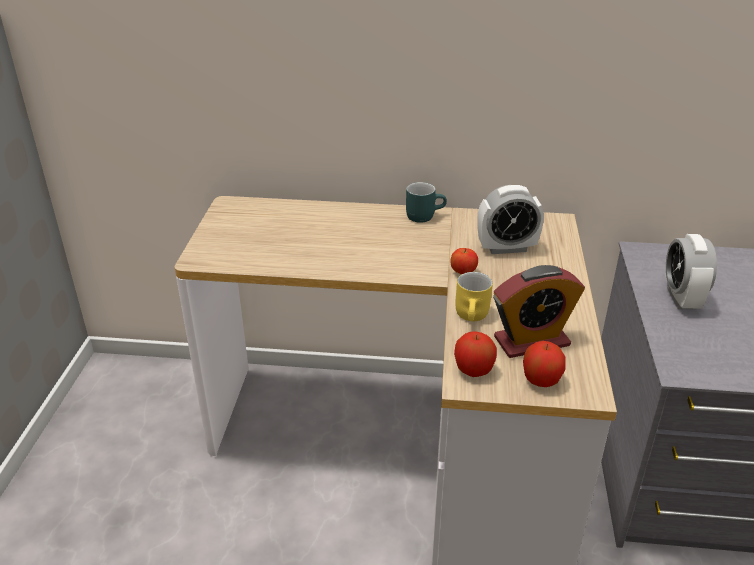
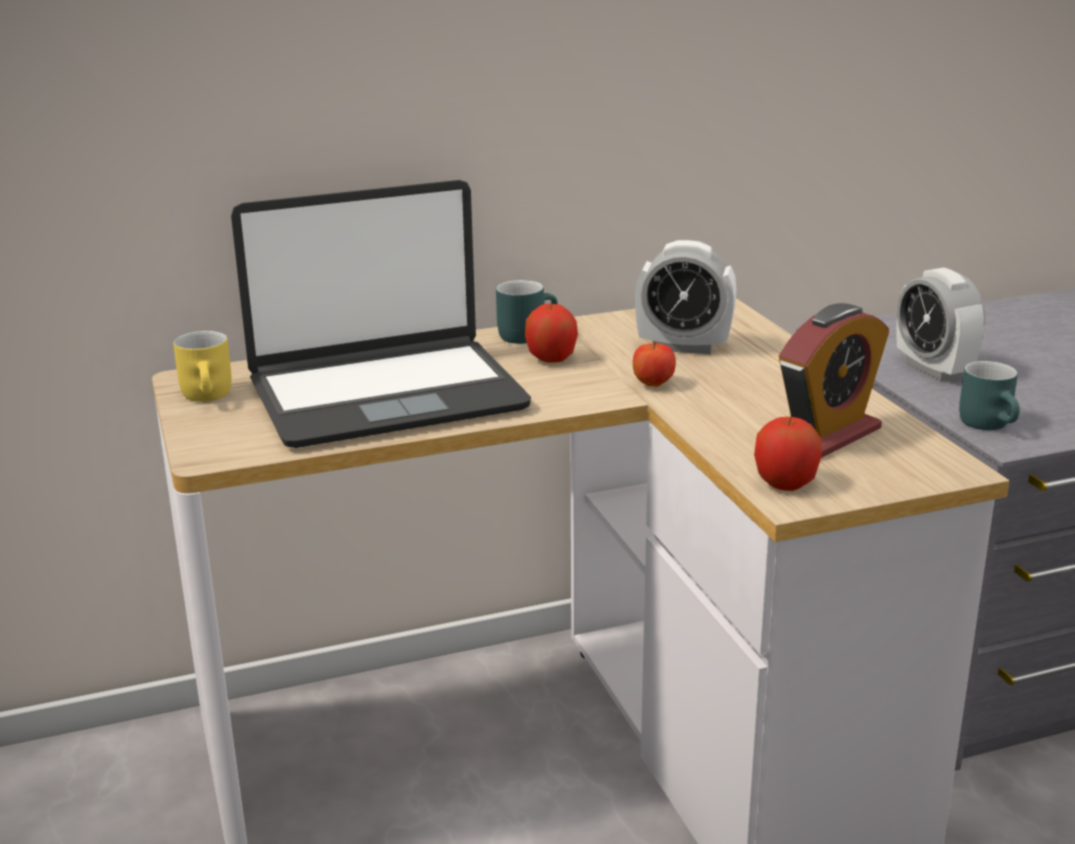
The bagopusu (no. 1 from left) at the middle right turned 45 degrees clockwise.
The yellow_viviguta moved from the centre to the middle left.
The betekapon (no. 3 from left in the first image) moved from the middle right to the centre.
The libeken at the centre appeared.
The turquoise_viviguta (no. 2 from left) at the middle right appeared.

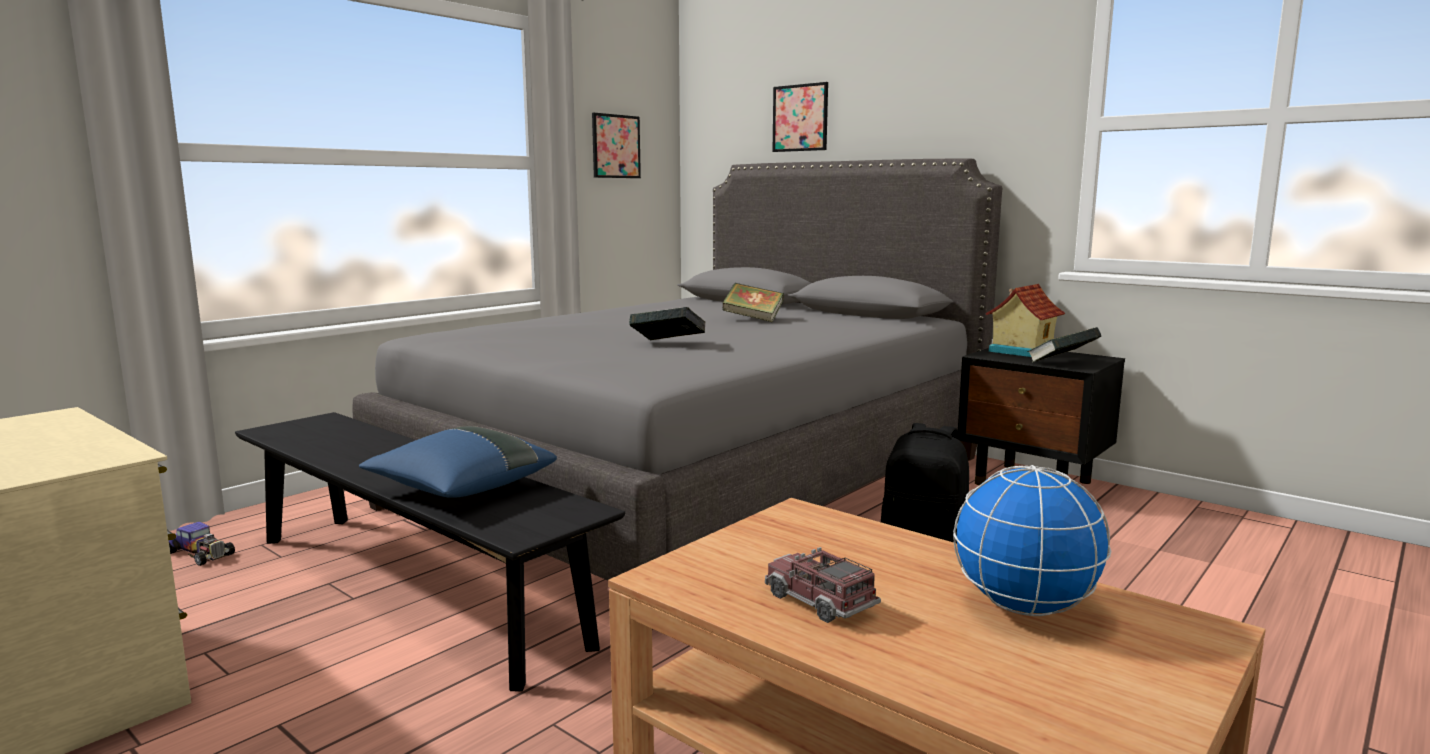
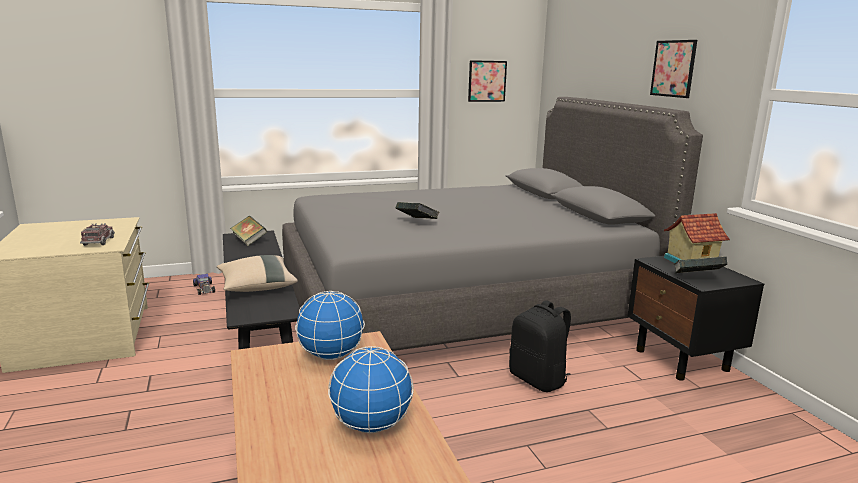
The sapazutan (no. 2 from left) moved from the top centre to the top right.
The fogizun (no. 2 from left in the first image) moved from the centre to the middle left.
The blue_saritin at the middle left became the beige_saritin at the middle left.
The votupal moved from the bottom centre to the middle left.
The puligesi (no. 1 from left) at the bottom centre appeared.

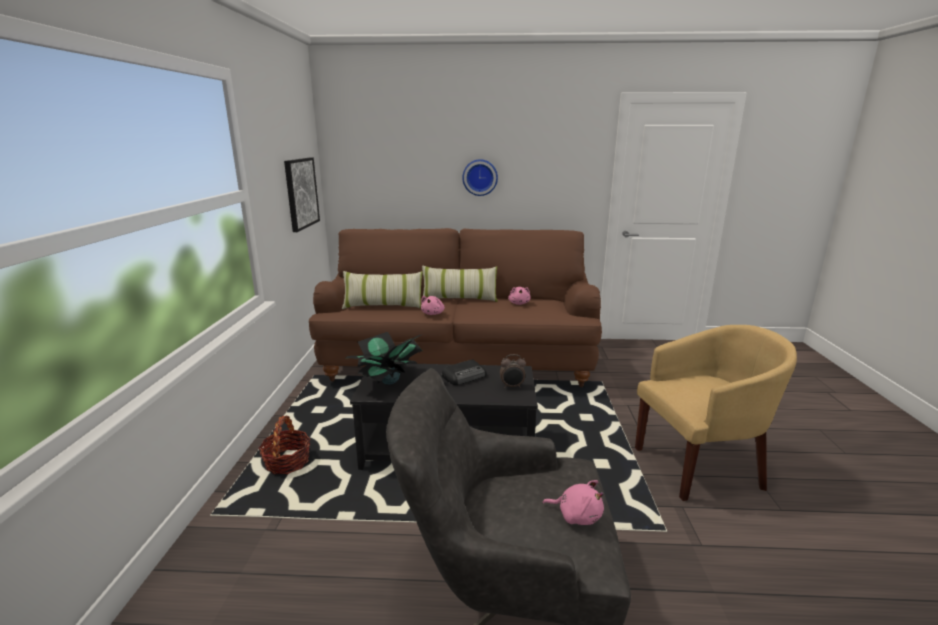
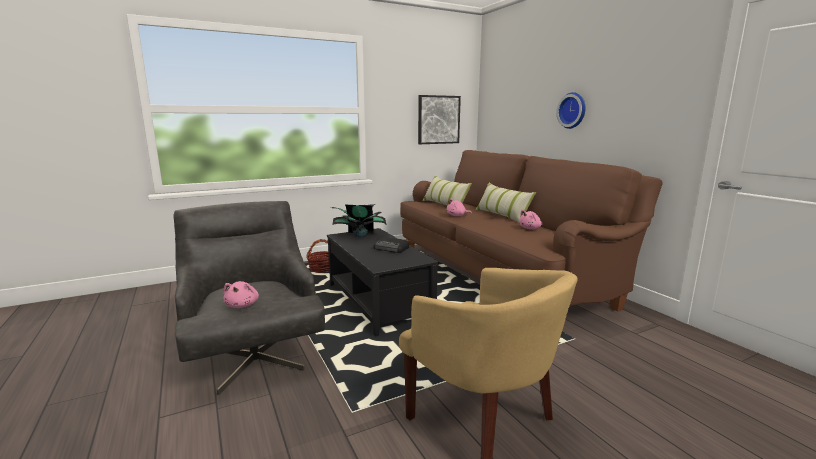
The bagopusu at the centre disappeared.

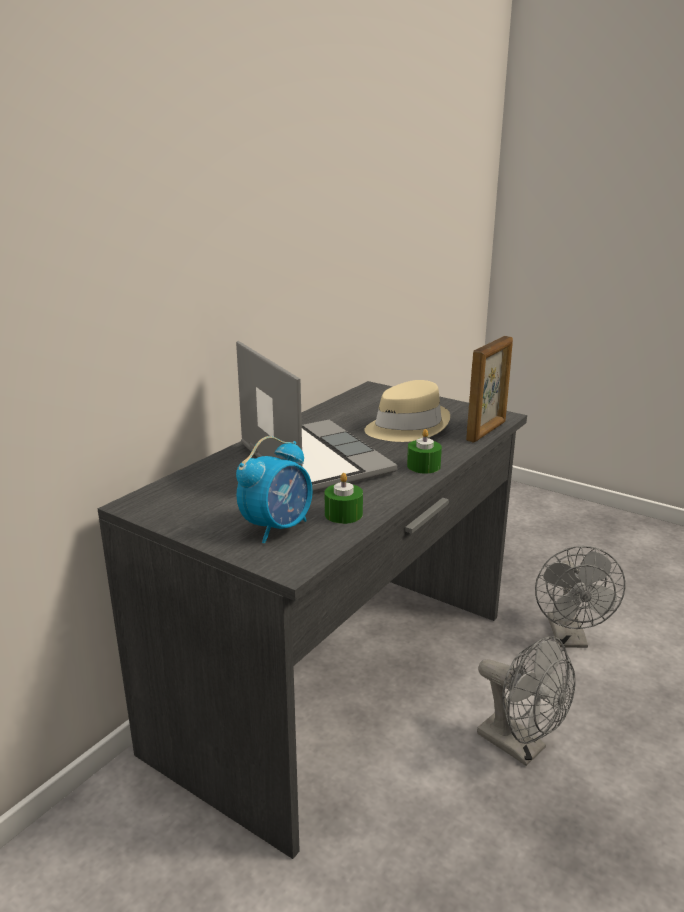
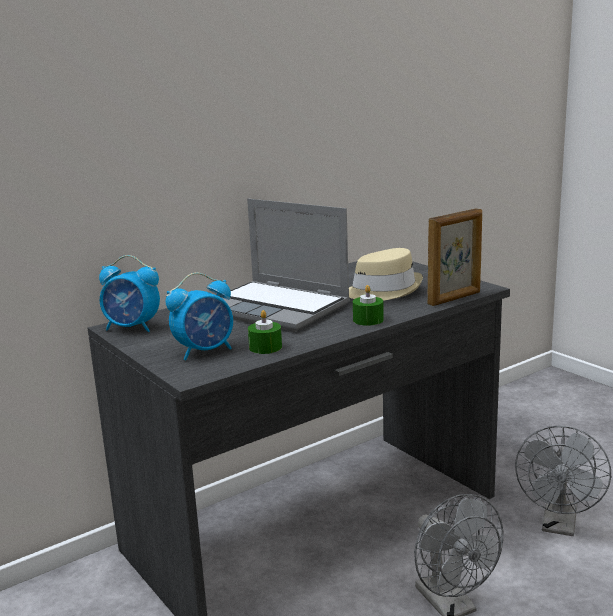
The libeken at the centre turned 135 degrees clockwise.
The bagopusu (no. 1 from left) at the middle left appeared.

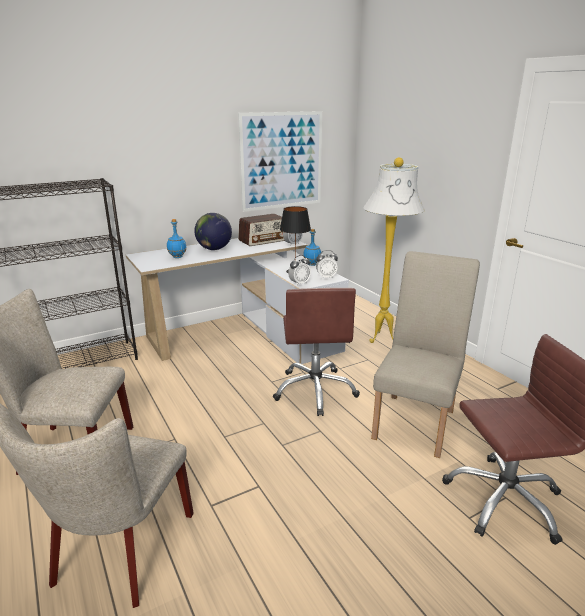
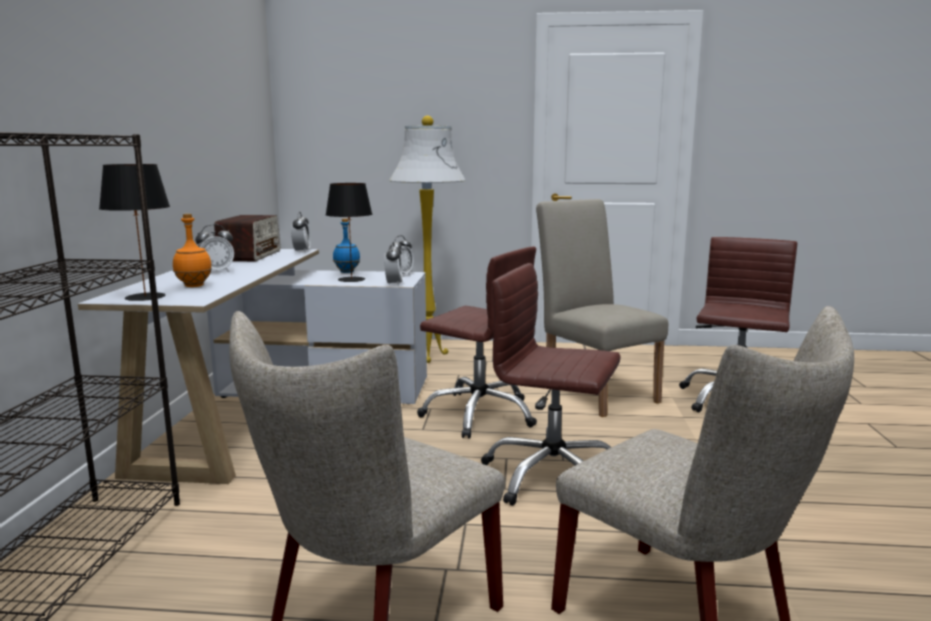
The sapazutan at the top centre disappeared.
The puligesi at the centre was replaced by the bagopusu (no. 1 from left) at the middle left.
The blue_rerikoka (no. 1 from left) at the middle left became the orange_rerikoka at the middle left.
The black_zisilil (no. 1 from left) at the middle left appeared.
The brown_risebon (no. 2 from left) at the centre appeared.

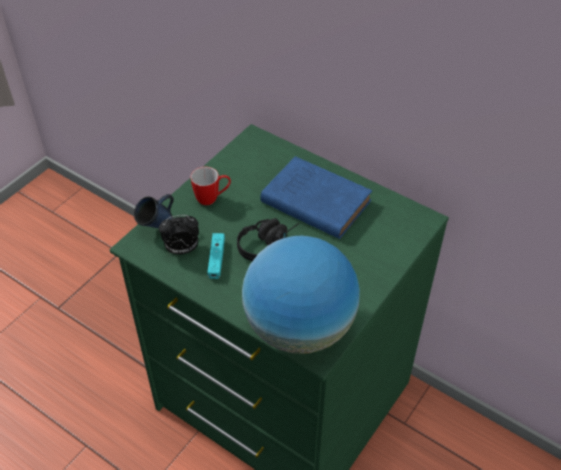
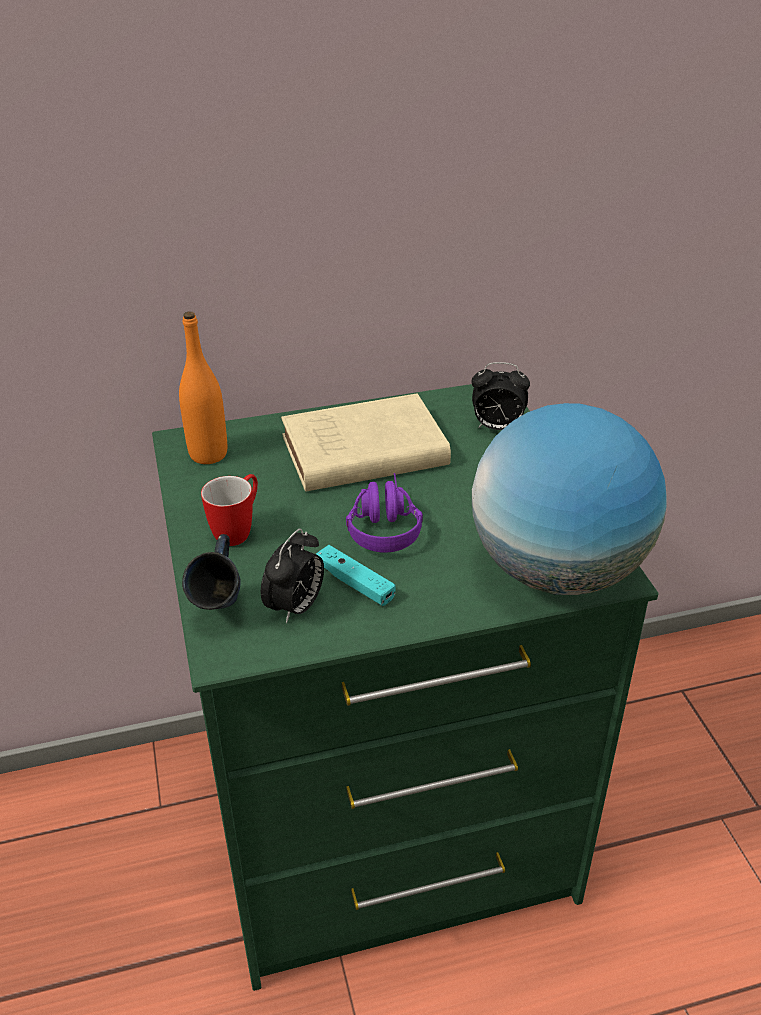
The blue_fogizun at the centre became the beige_fogizun at the centre.
The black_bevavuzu at the centre became the purple_bevavuzu at the centre.
The orange_rerikoka at the middle left appeared.
The bagopusu (no. 2 from left) at the centre appeared.

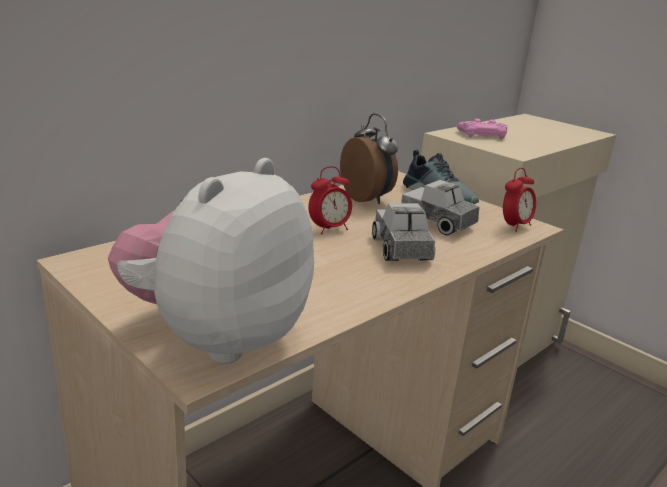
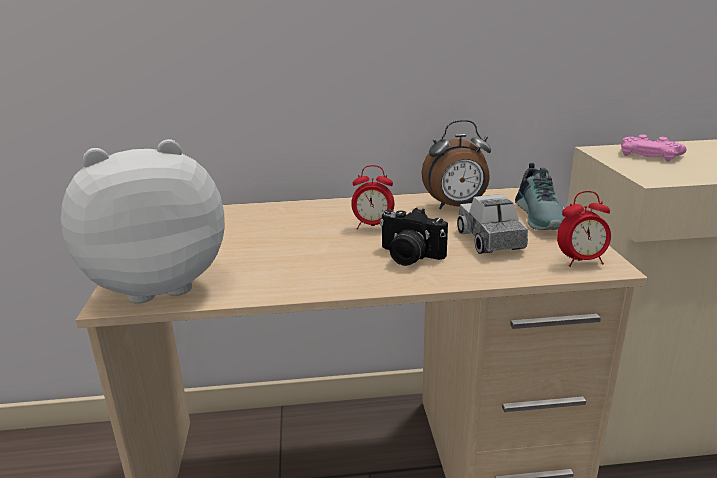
The bagopusu (no. 2 from left) at the top centre turned 75 degrees clockwise.
The votupal (no. 1 from left) at the centre was replaced by the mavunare at the centre.

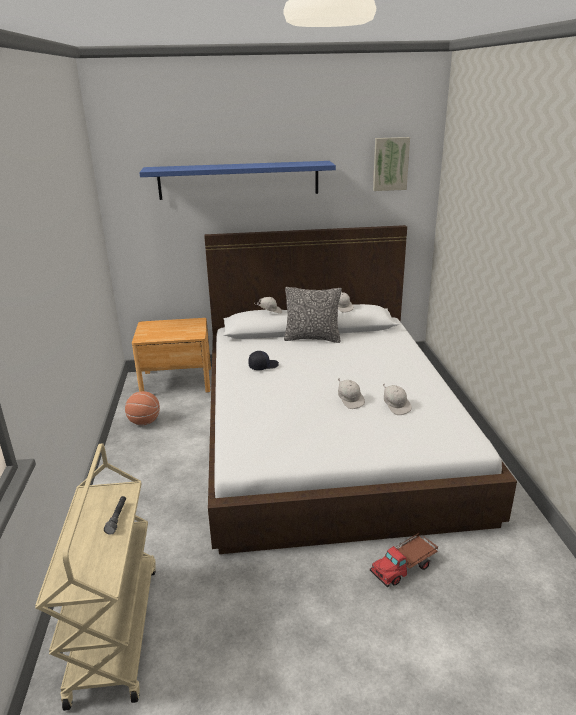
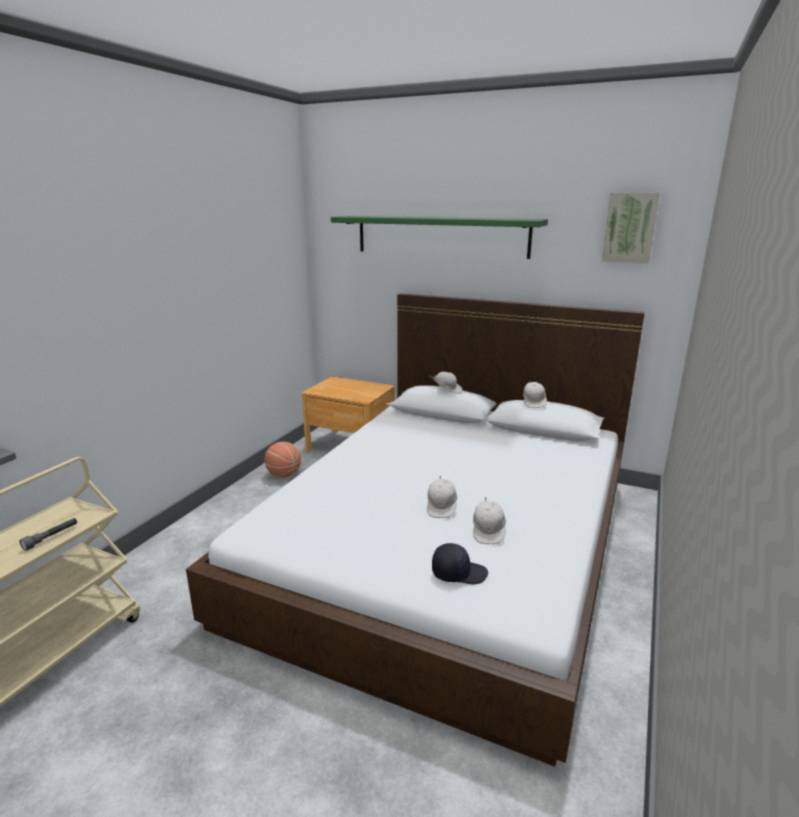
The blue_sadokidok at the top centre became the green_sadokidok at the top centre.
The saritin at the centre disappeared.
The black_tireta moved from the centre to the bottom centre.
The votupal at the bottom right disappeared.

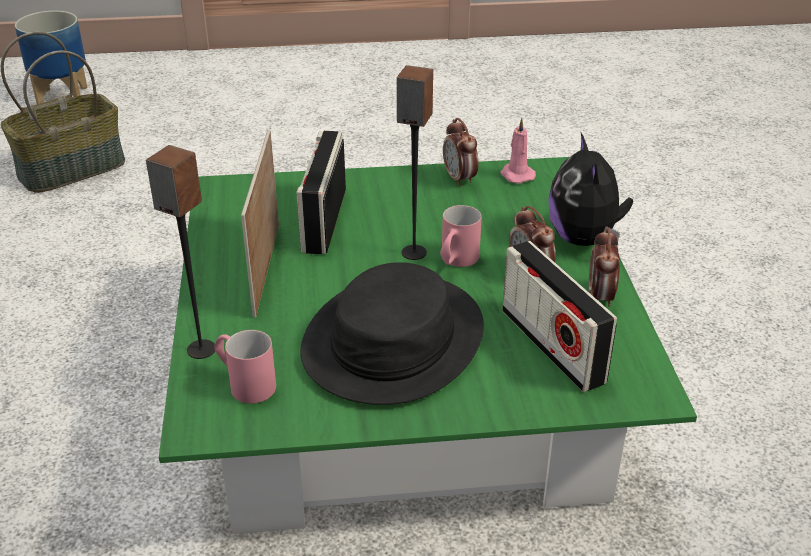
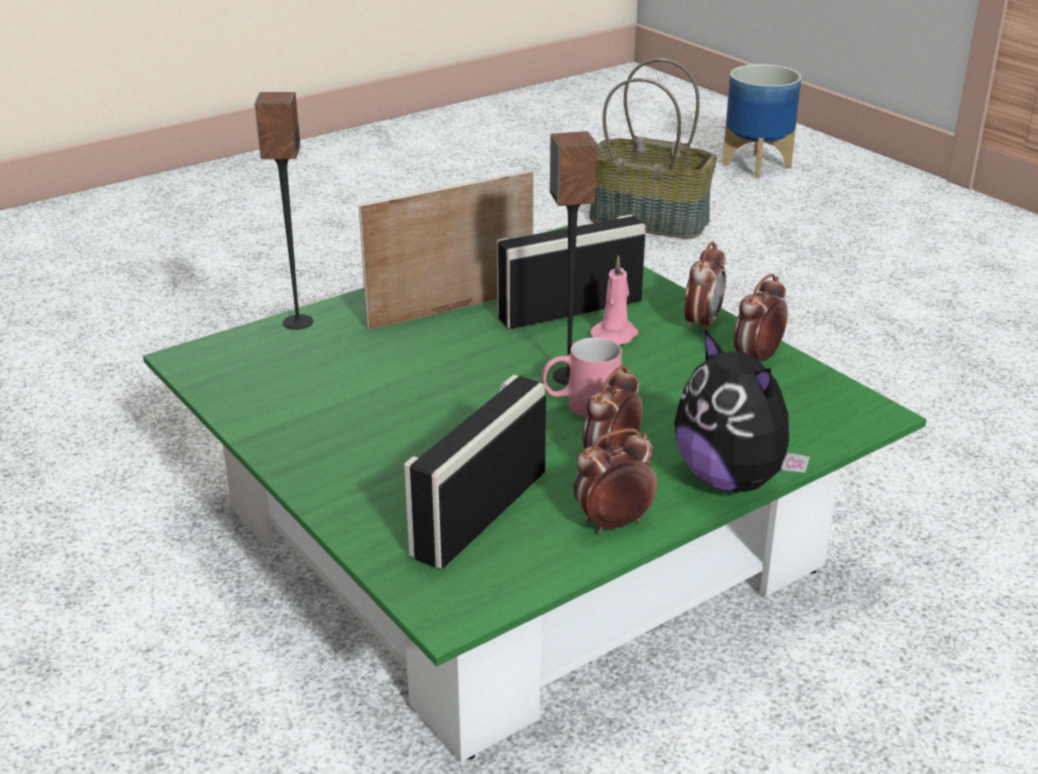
The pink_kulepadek moved from the top centre to the centre.
The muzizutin at the middle right turned 90 degrees counterclockwise.
The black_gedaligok at the centre disappeared.
The pink_viviguta (no. 1 from left) at the middle left disappeared.
The bagopusu (no. 3 from left) at the middle right appeared.

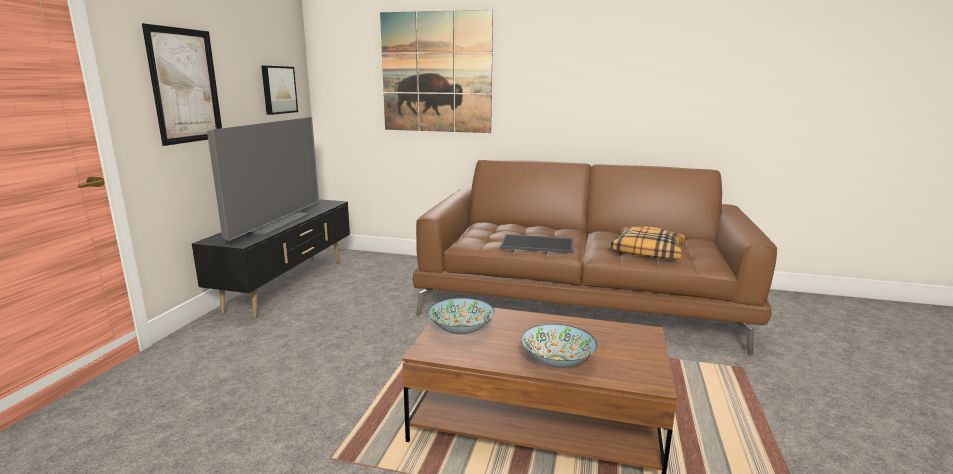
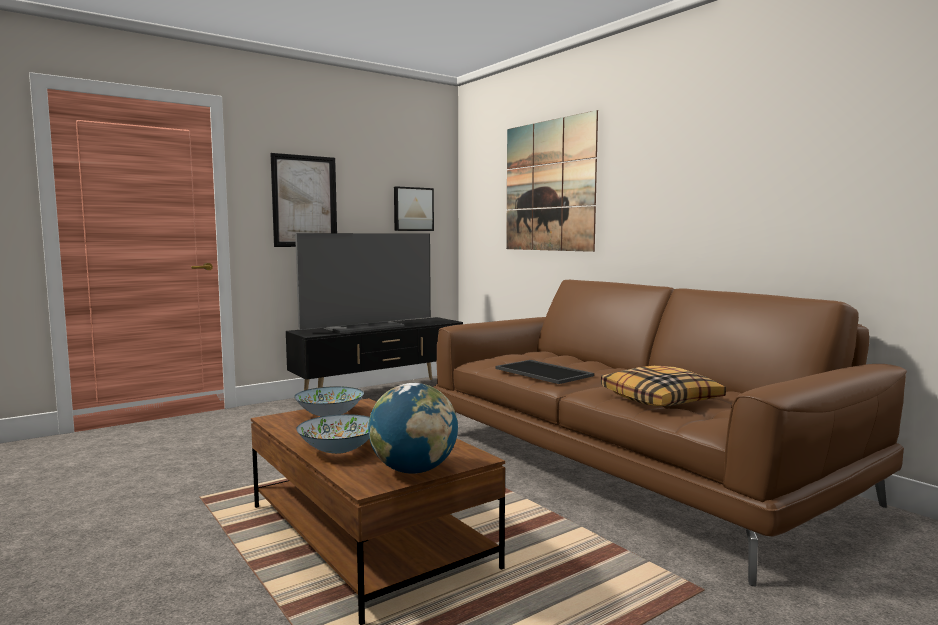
The puligesi at the bottom centre appeared.

